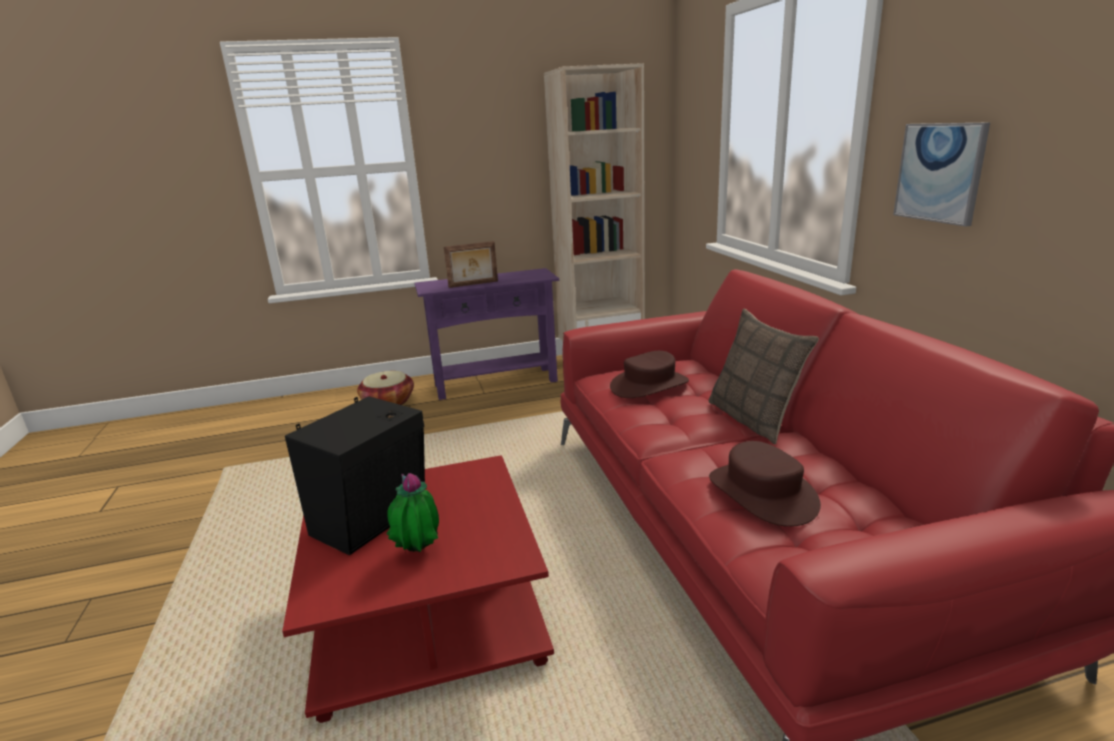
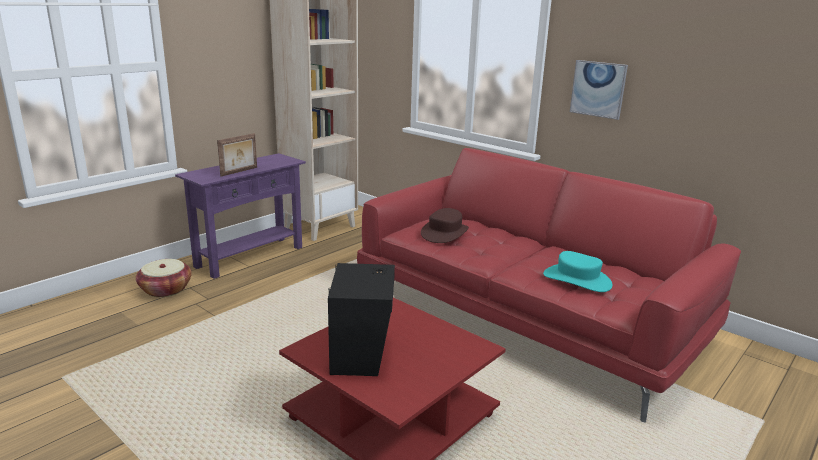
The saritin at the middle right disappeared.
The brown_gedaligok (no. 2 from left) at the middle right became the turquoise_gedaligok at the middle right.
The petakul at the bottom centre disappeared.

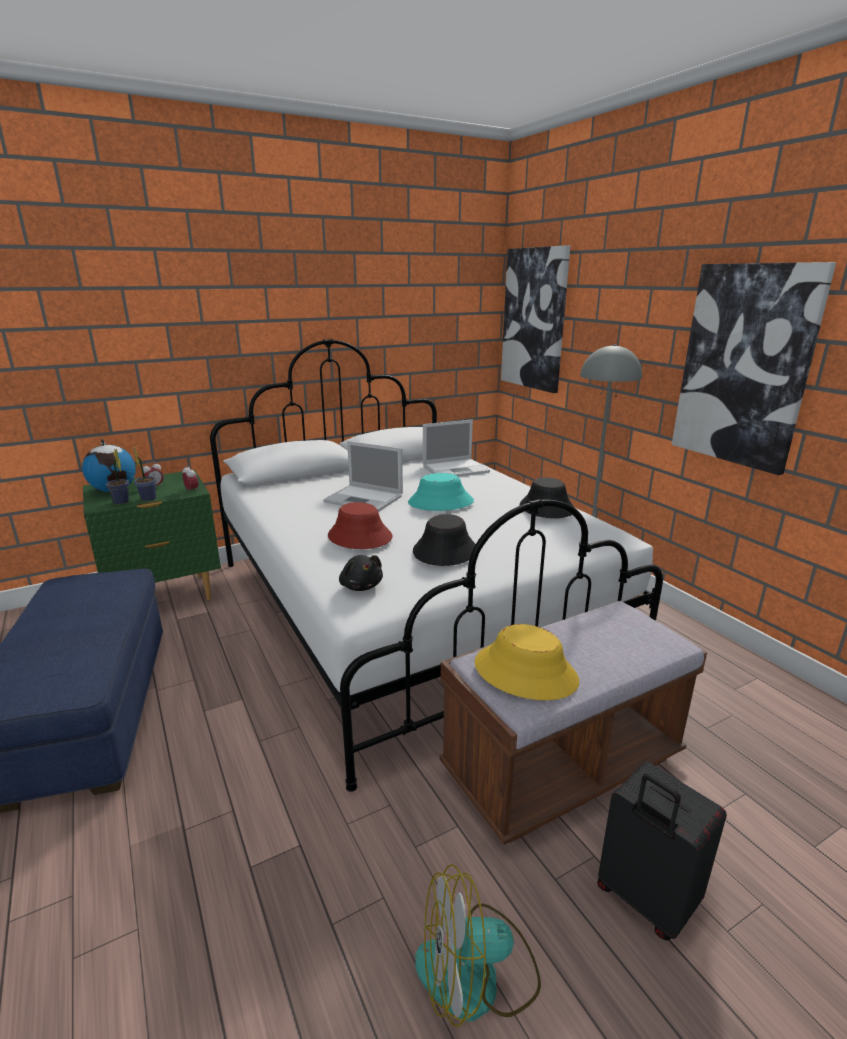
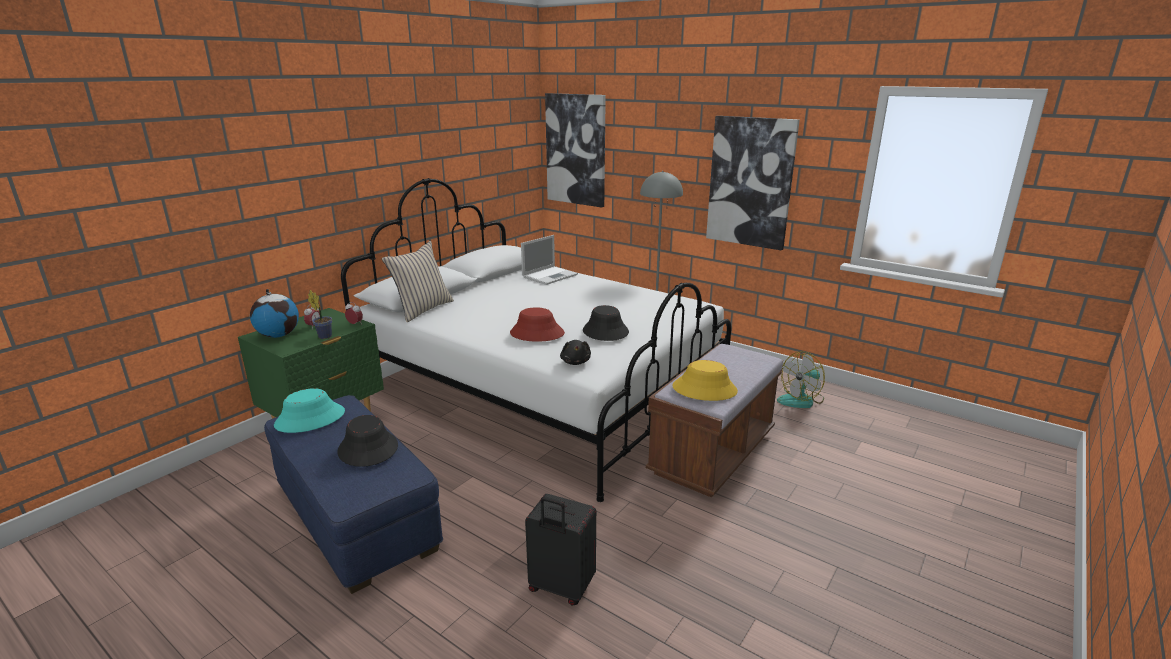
The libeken (no. 1 from left) at the centre disappeared.
The petakul (no. 1 from left) at the middle left disappeared.
The turquoise_gedaligok moved from the centre to the middle left.
The black_gedaligok (no. 2 from left in the first image) moved from the centre to the bottom left.
The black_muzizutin at the centre turned 45 degrees clockwise.
The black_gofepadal moved from the bottom right to the bottom centre.
The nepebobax moved from the bottom centre to the middle right.
The beige_saritin at the centre appeared.

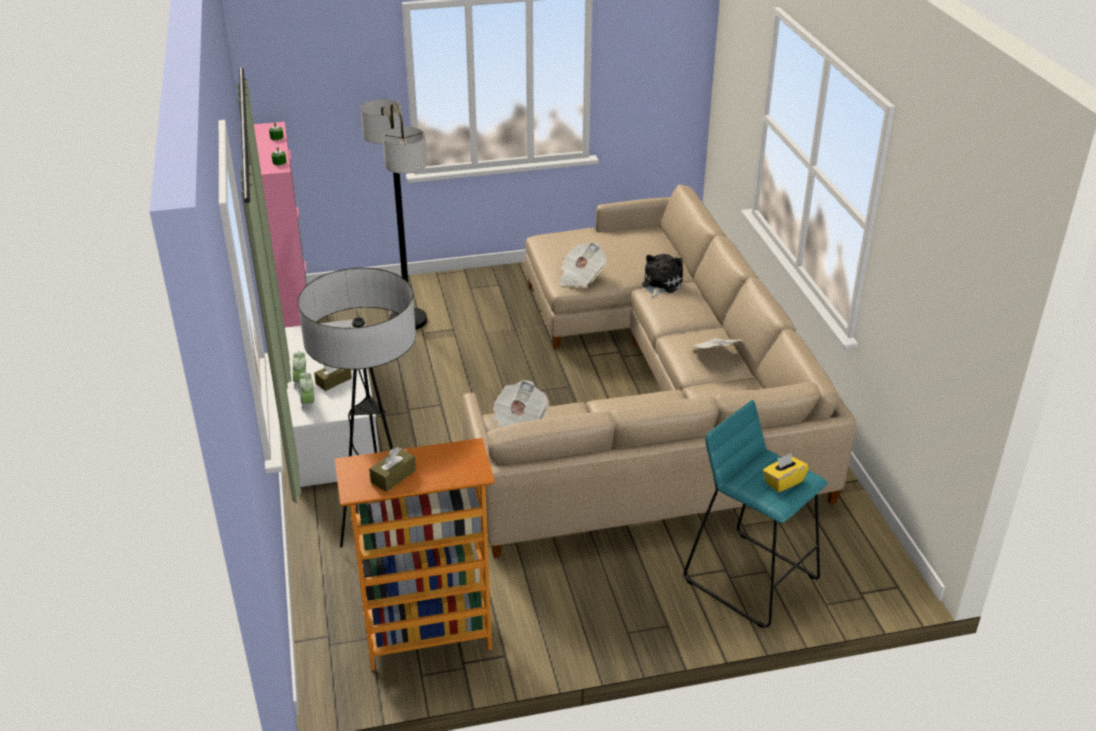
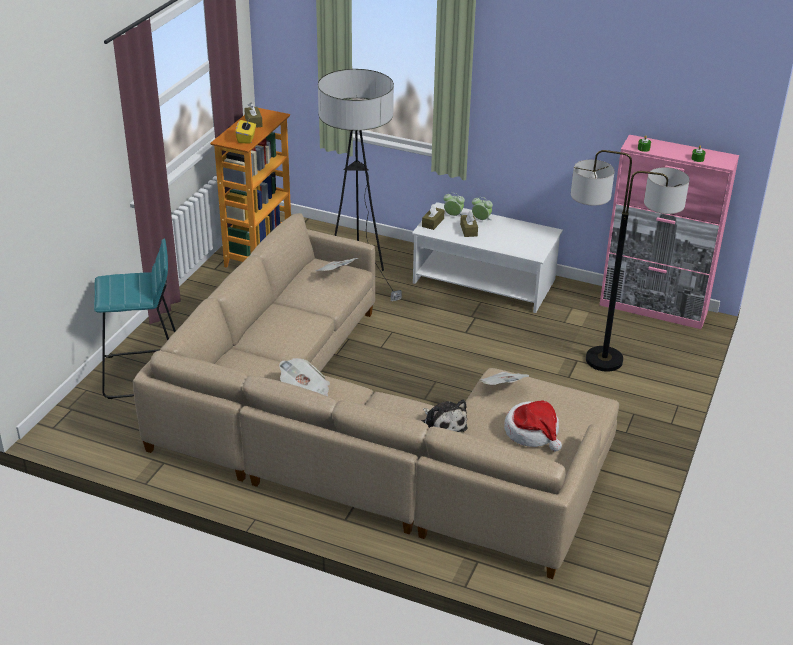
The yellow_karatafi moved from the middle right to the top left.
The brown_karatafi (no. 2 from left) at the centre appeared.
The gedaligok at the middle right appeared.

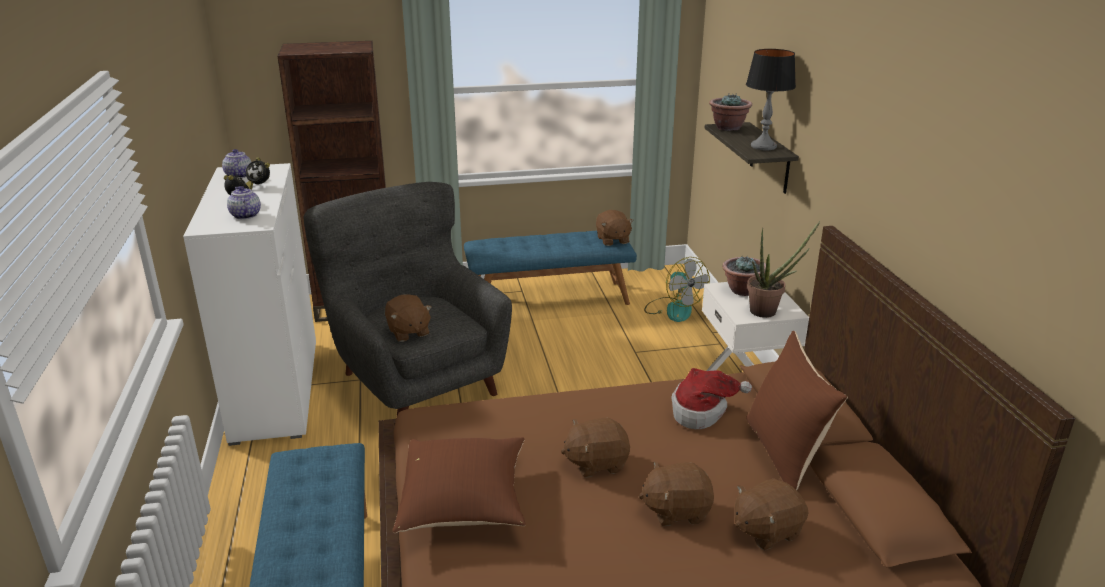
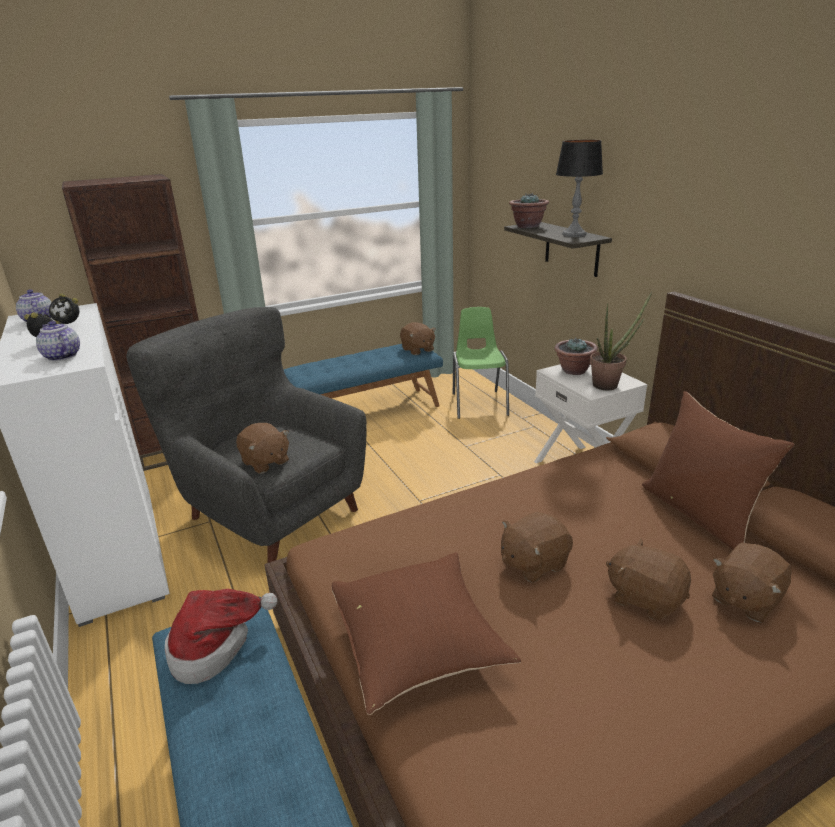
The nepebobax at the centre was replaced by the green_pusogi at the centre.
The gedaligok moved from the bottom centre to the bottom left.
The brown_muzizutin (no. 4 from left) at the bottom centre turned 60 degrees clockwise.

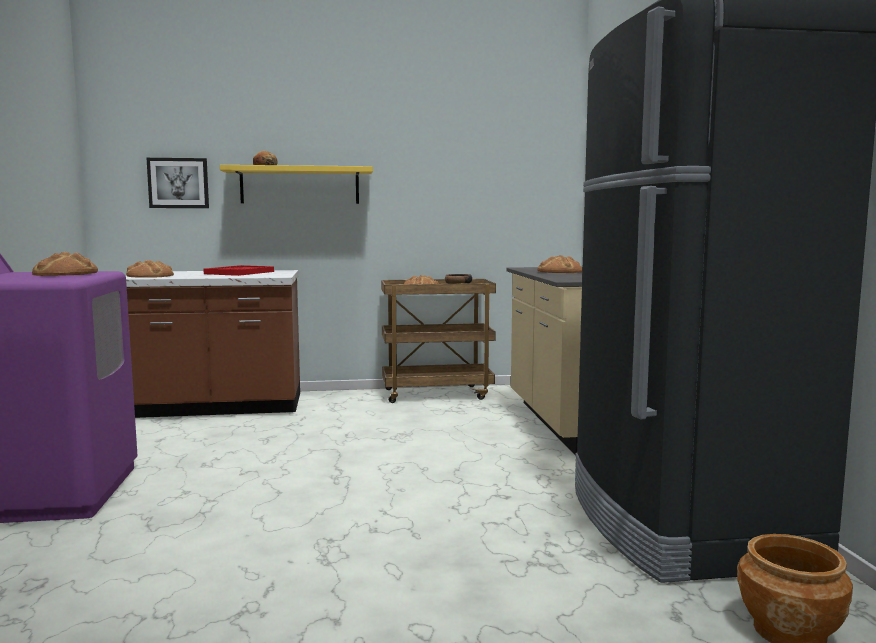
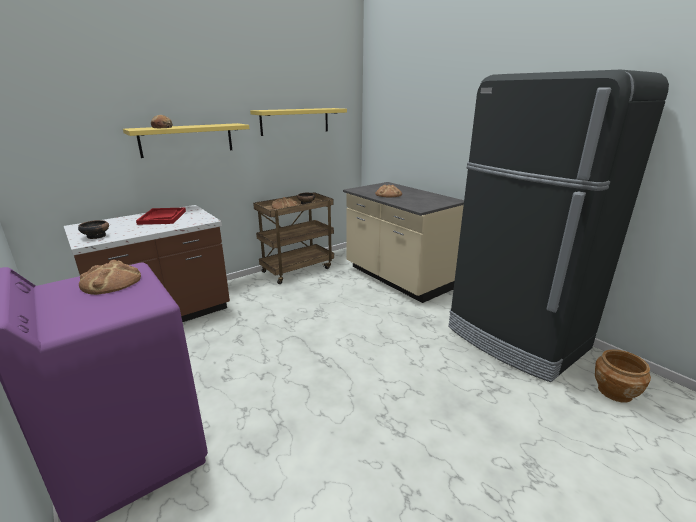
The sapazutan at the top left disappeared.
The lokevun (no. 2 from left) at the middle left was replaced by the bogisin (no. 1 from left) at the middle left.
The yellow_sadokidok (no. 2 from left) at the top centre appeared.

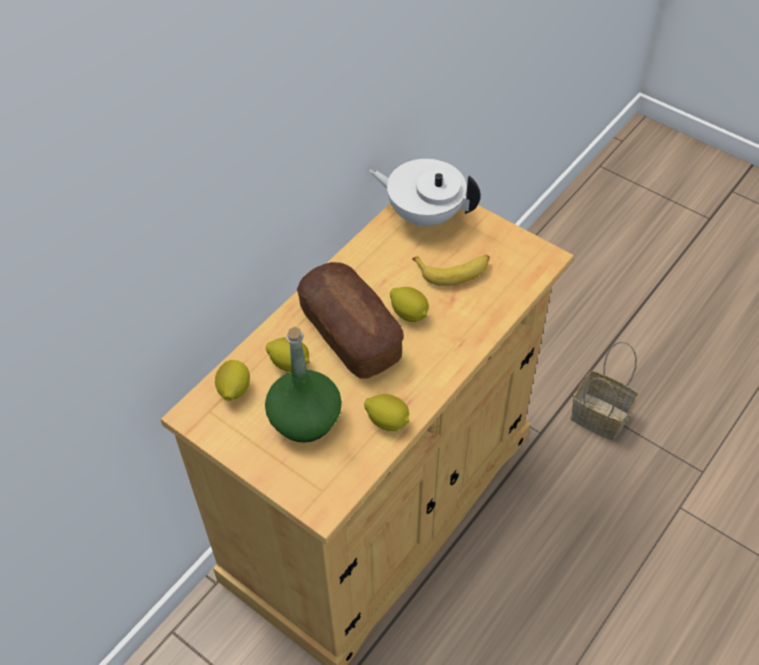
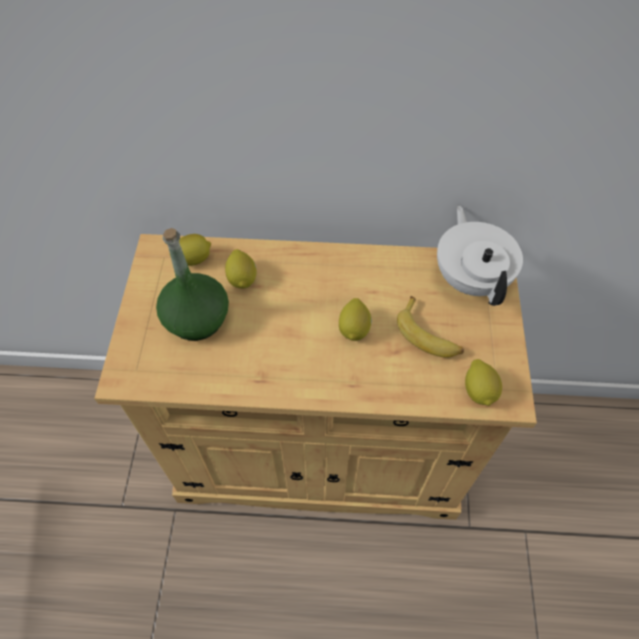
The lokevun at the centre disappeared.
The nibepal at the middle right disappeared.
The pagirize (no. 3 from left in the first image) moved from the centre to the middle right.

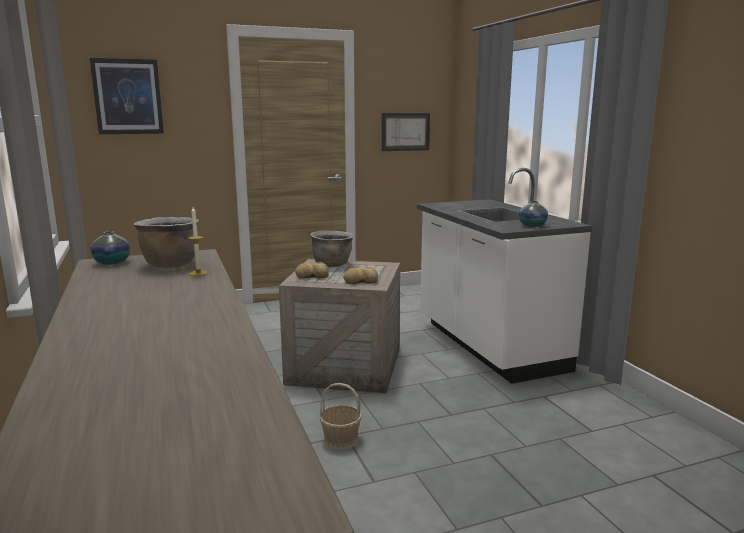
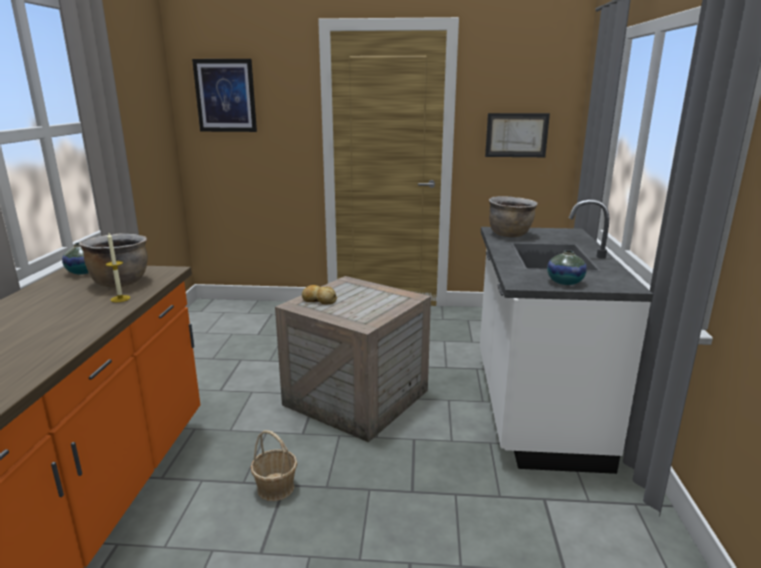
The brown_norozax (no. 2 from left) moved from the centre to the middle right.
The lokevun (no. 2 from left) at the centre disappeared.

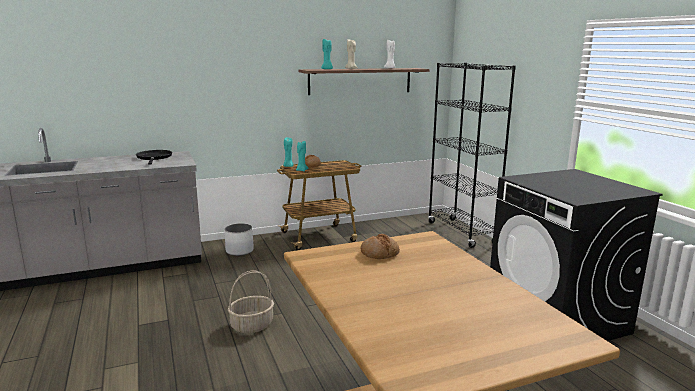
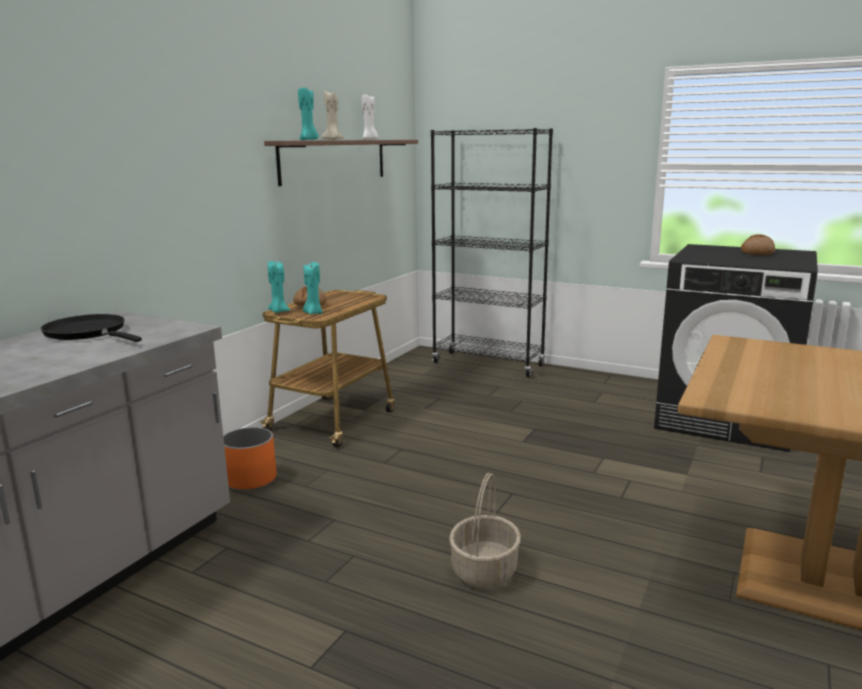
The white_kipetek at the centre became the orange_kipetek at the middle left.
The lokevun (no. 2 from left) moved from the centre to the middle right.

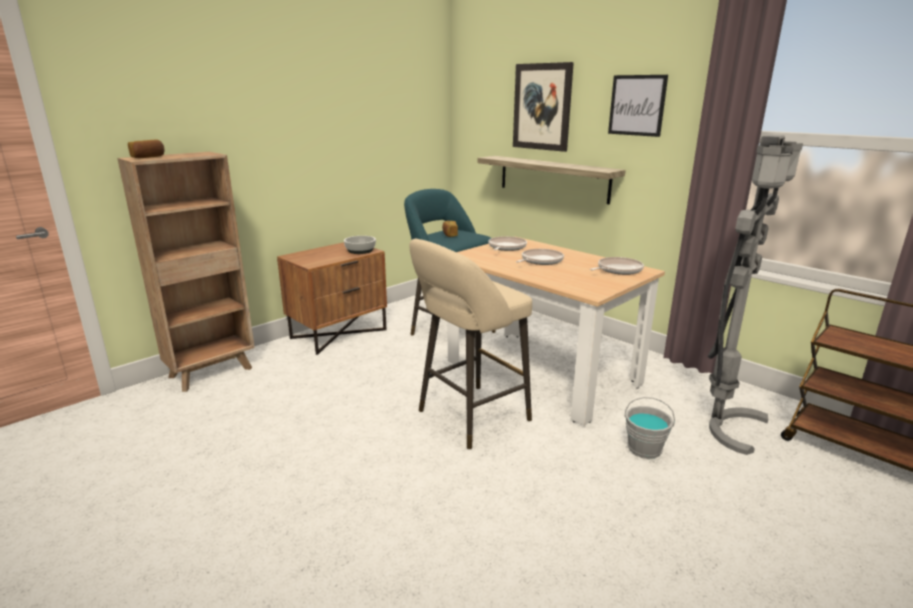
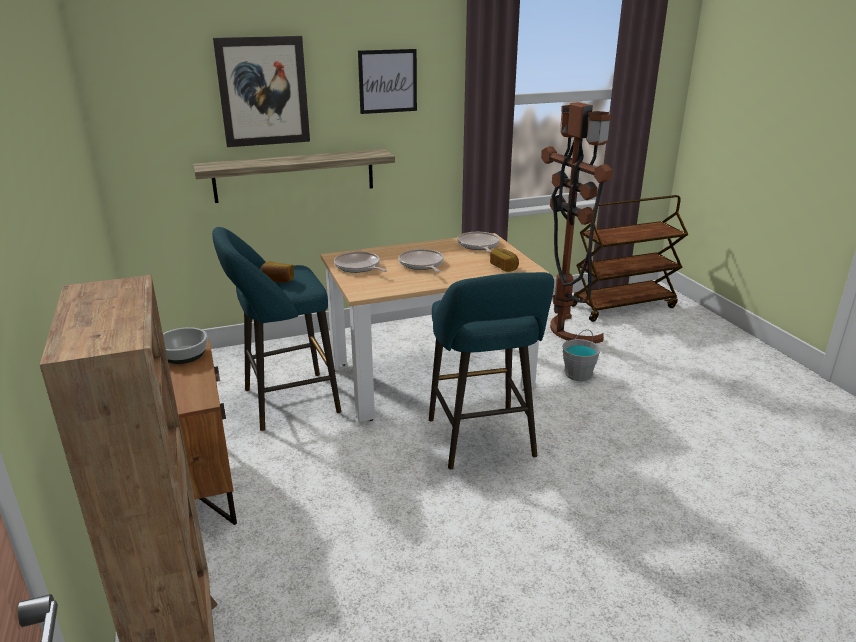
The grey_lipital at the middle right became the brown_lipital at the middle right.
The lokevun (no. 1 from left in the first image) moved from the top left to the centre.
The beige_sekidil at the centre became the turquoise_sekidil (no. 2 from left) at the centre.

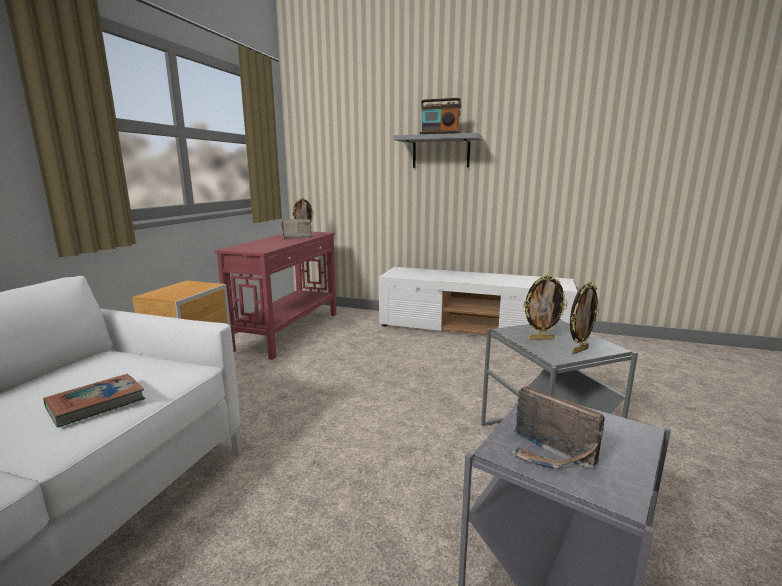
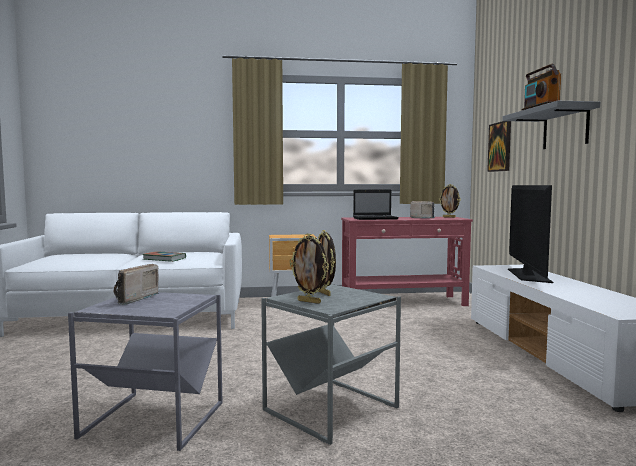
The sapazutan at the top right appeared.
The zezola at the middle right appeared.
The libeken at the centre appeared.

